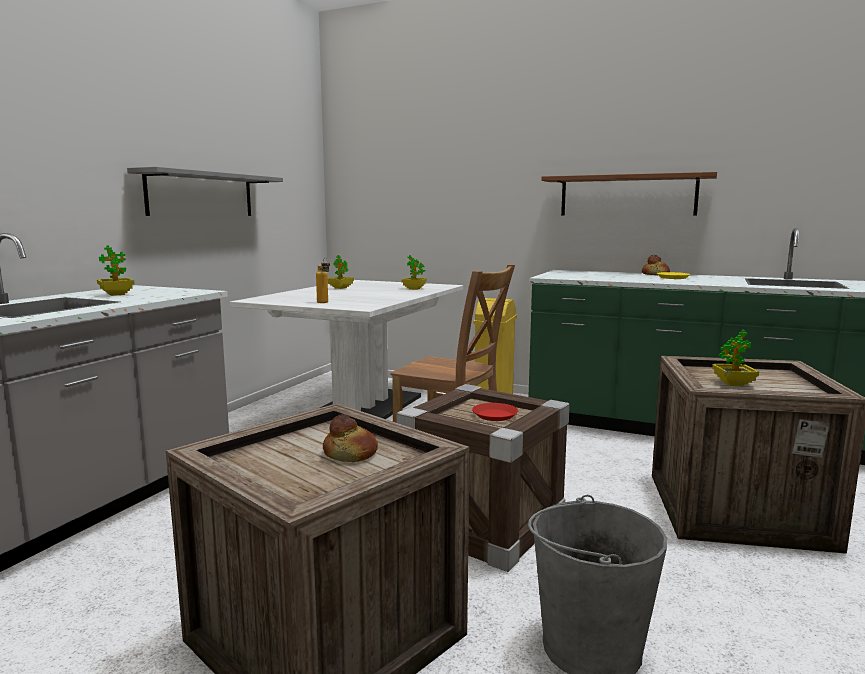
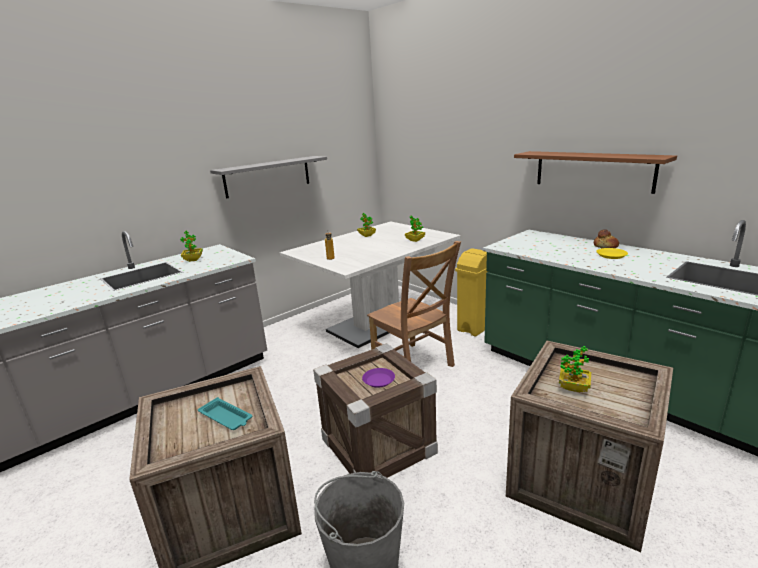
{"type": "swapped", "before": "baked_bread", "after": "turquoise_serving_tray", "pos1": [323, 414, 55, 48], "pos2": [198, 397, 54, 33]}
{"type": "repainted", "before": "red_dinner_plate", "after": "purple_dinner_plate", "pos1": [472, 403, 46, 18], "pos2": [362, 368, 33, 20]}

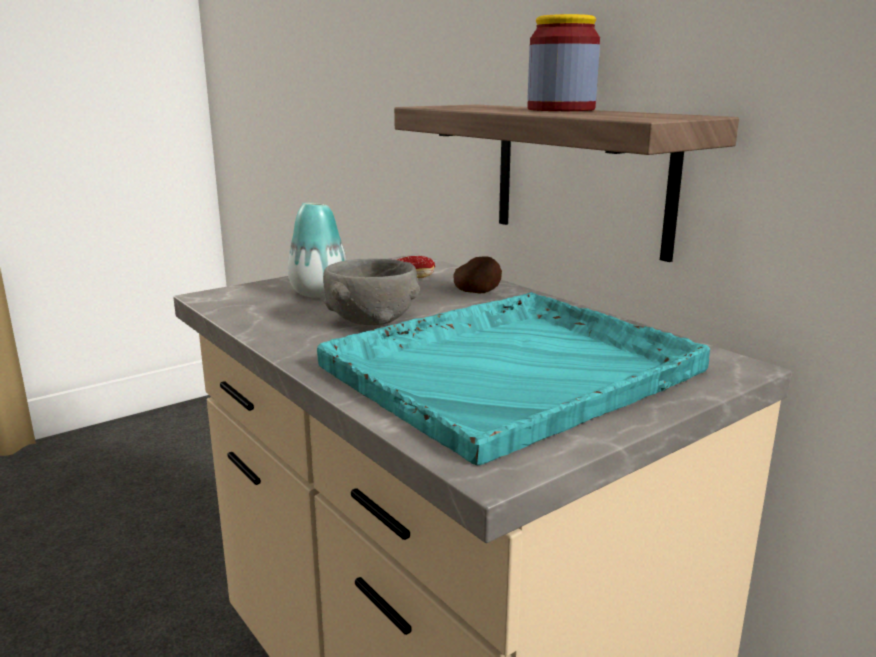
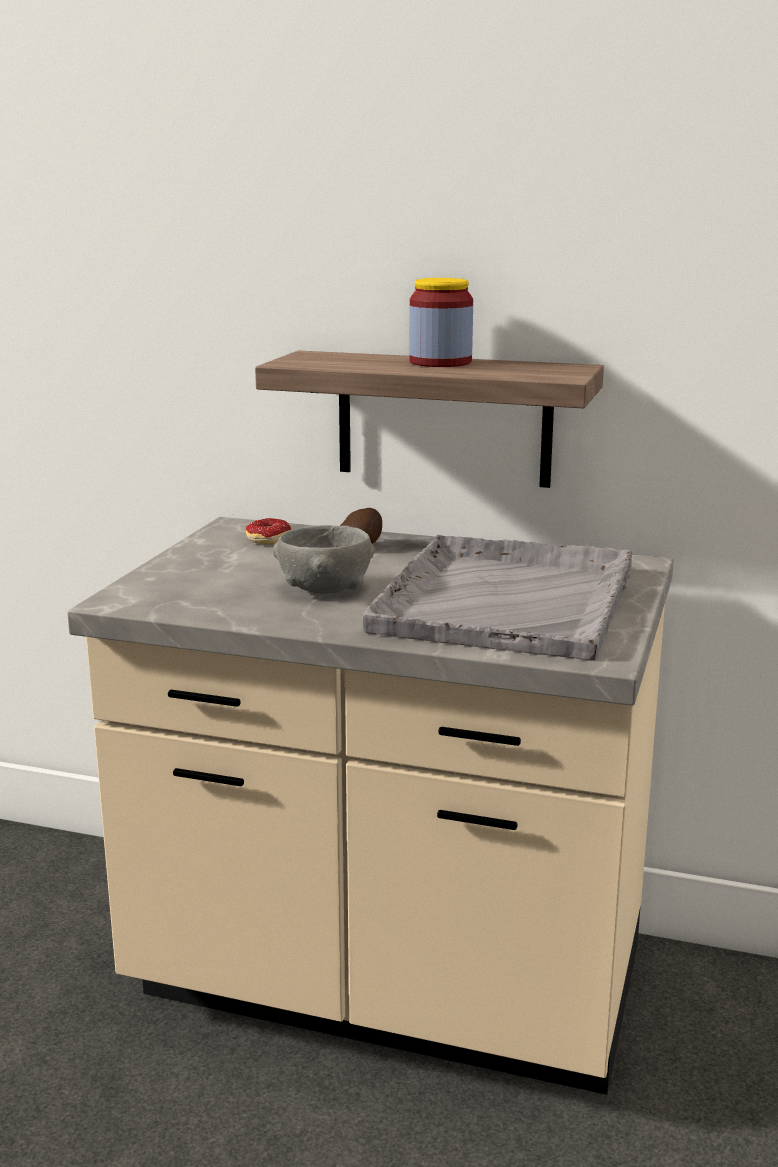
{"type": "gone", "before": "flower_vase", "pos1": [288, 203, 58, 95]}
{"type": "repainted", "before": "turquoise_serving_tray", "after": "gray_serving_tray", "pos1": [317, 292, 393, 173], "pos2": [363, 535, 269, 126]}

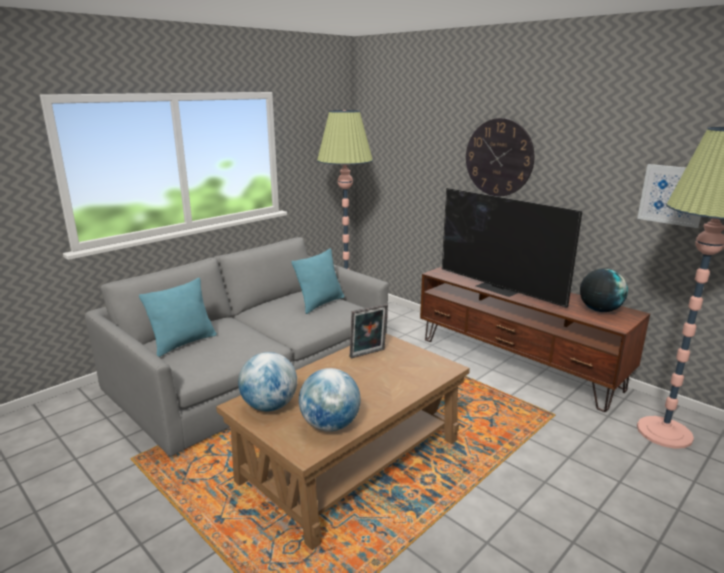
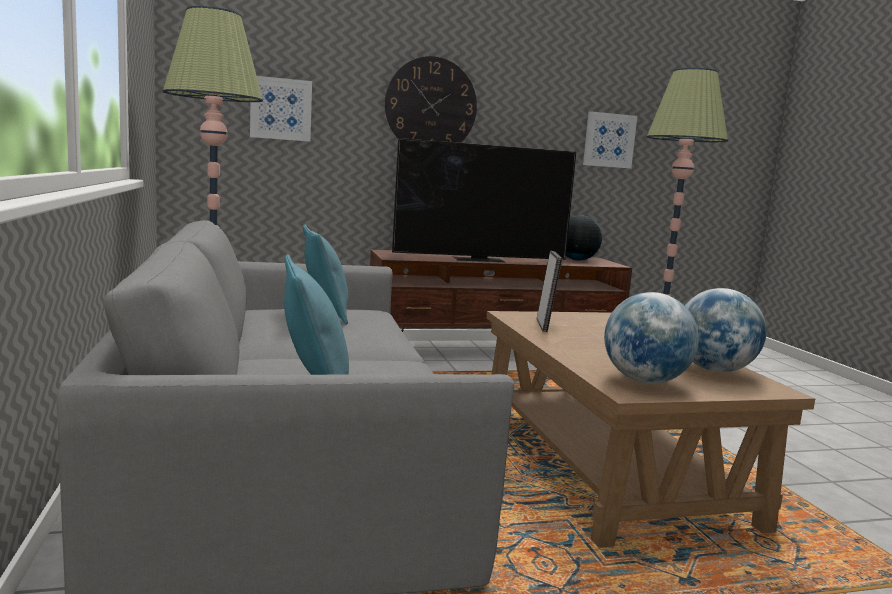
{"type": "new", "after": "picture", "pos2": [250, 76, 62, 66]}

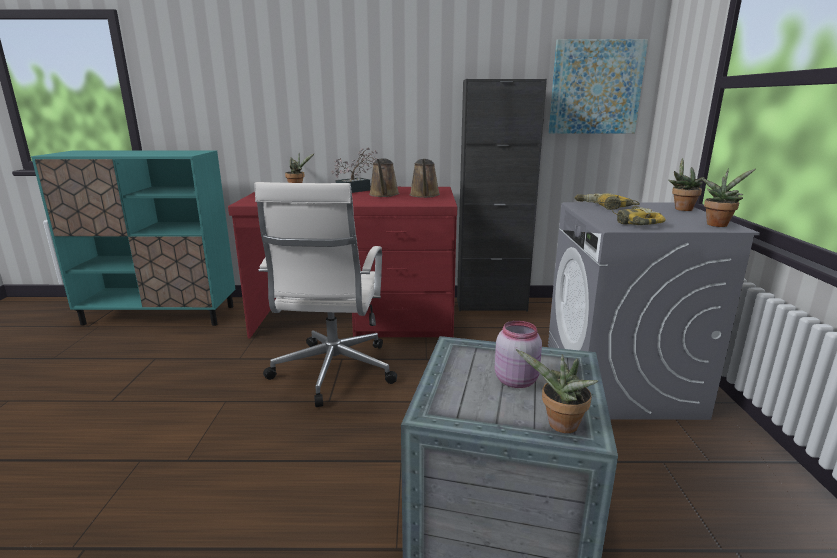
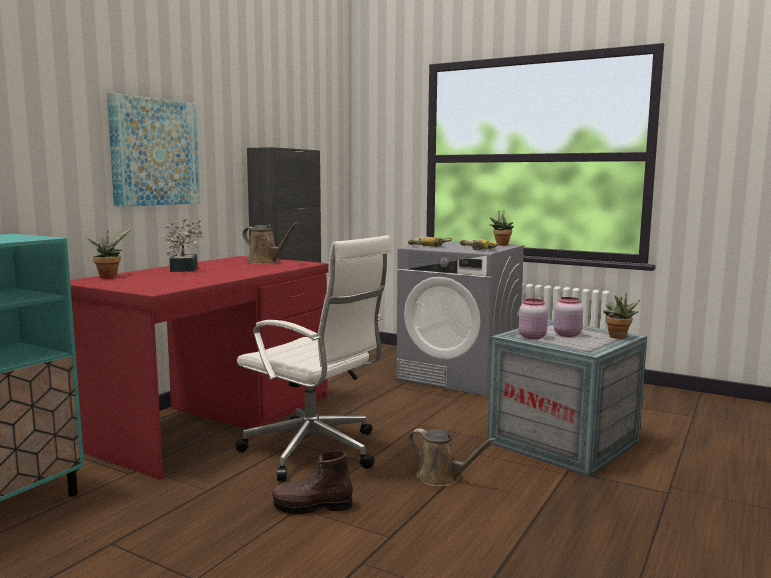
{"type": "shifted", "before": "brownish_watering_pot", "pos1": [369, 158, 31, 39], "pos2": [409, 429, 87, 58]}
{"type": "shifted", "before": "picture", "pos1": [549, 39, 99, 94], "pos2": [107, 93, 93, 114]}
{"type": "gone", "before": "houseplant", "pos1": [668, 158, 37, 53]}
{"type": "new", "after": "brownish_tall_boot", "pos2": [272, 451, 81, 63]}
{"type": "new", "after": "pink_preserve_jar", "pos2": [518, 299, 30, 40]}

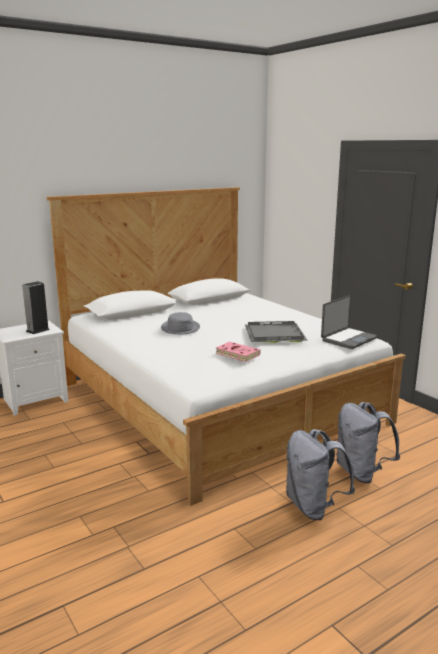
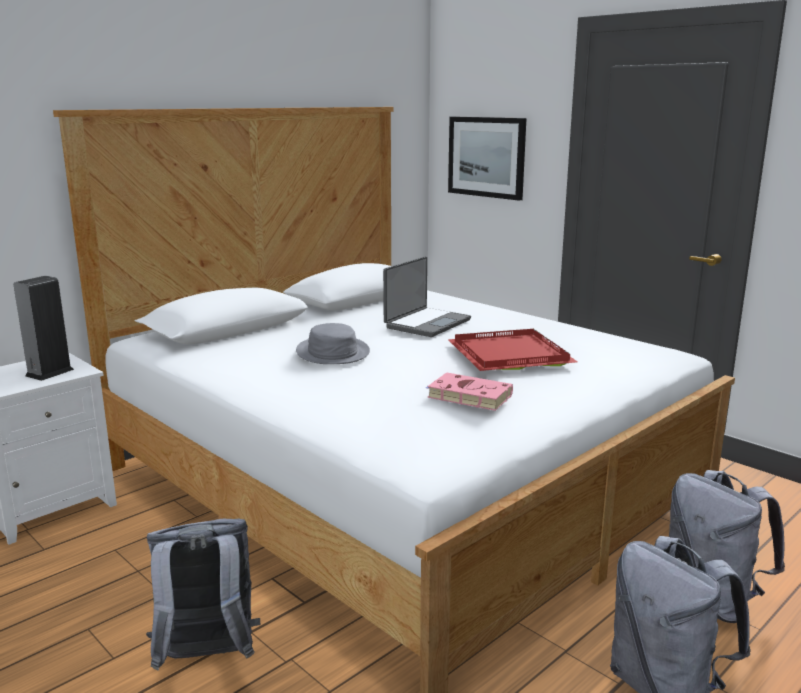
{"type": "repainted", "before": "gray_serving_tray", "after": "red_serving_tray", "pos1": [245, 321, 63, 22], "pos2": [448, 329, 129, 42]}
{"type": "shifted", "before": "laptop", "pos1": [321, 296, 57, 53], "pos2": [383, 257, 88, 80]}
{"type": "new", "after": "gray_backpack", "pos2": [146, 519, 114, 151]}
{"type": "new", "after": "picture", "pos2": [448, 117, 79, 84]}

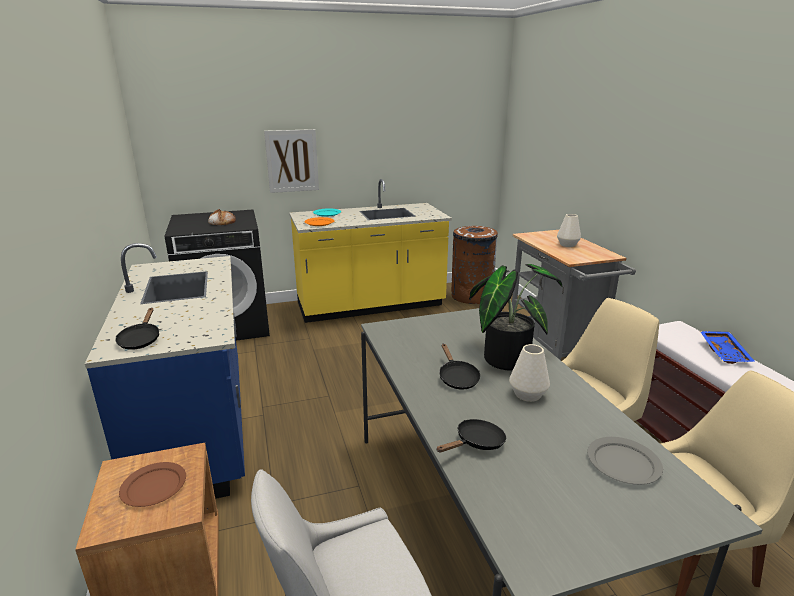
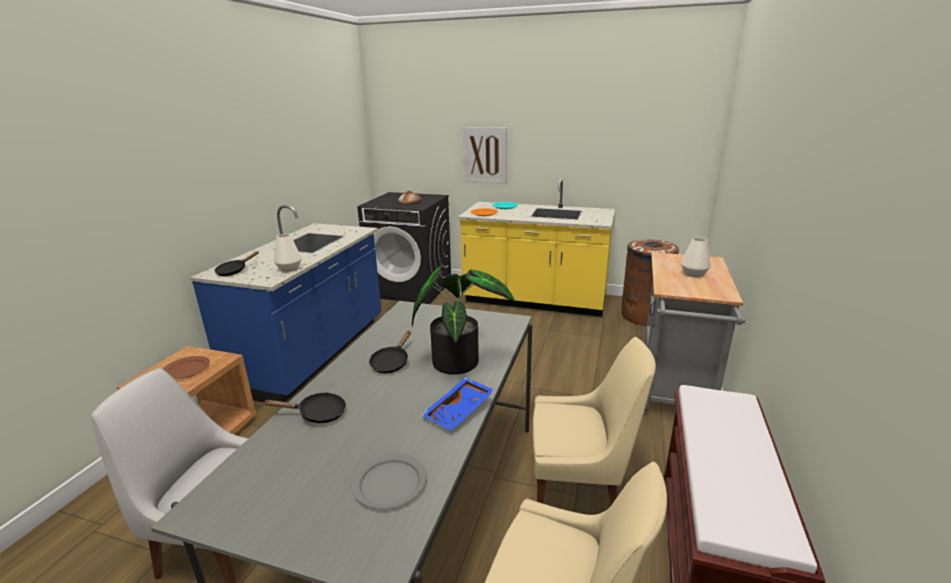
{"type": "shifted", "before": "white-coloured_flower_vase", "pos1": [509, 344, 41, 58], "pos2": [274, 234, 28, 38]}
{"type": "shifted", "before": "blue-coloured_serving_tray", "pos1": [700, 331, 55, 33], "pos2": [422, 377, 72, 53]}

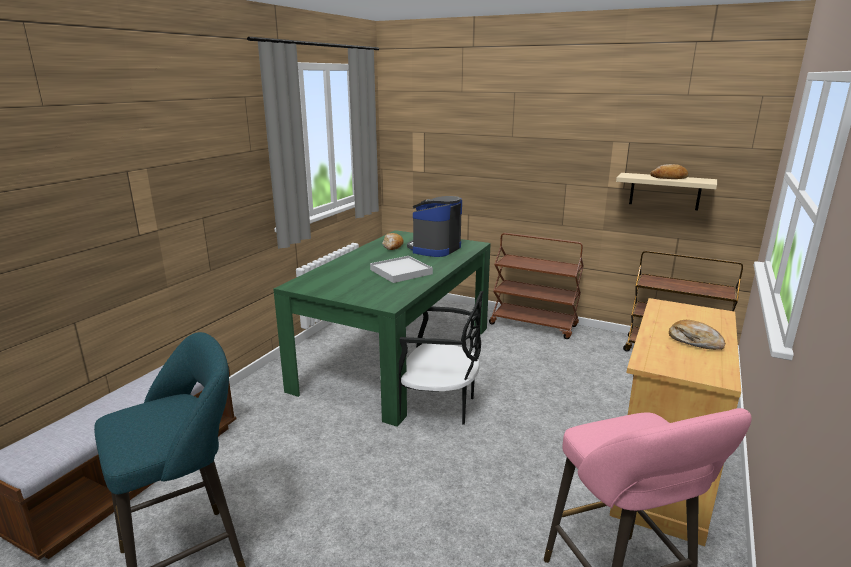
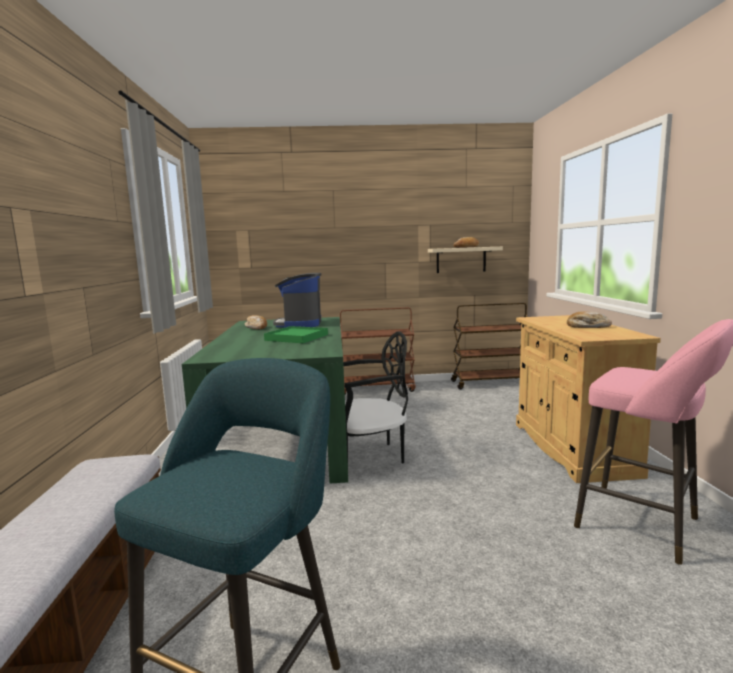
{"type": "repainted", "before": "white-coloured_serving_tray", "after": "green-coloured_serving_tray", "pos1": [370, 256, 63, 27], "pos2": [264, 326, 64, 17]}

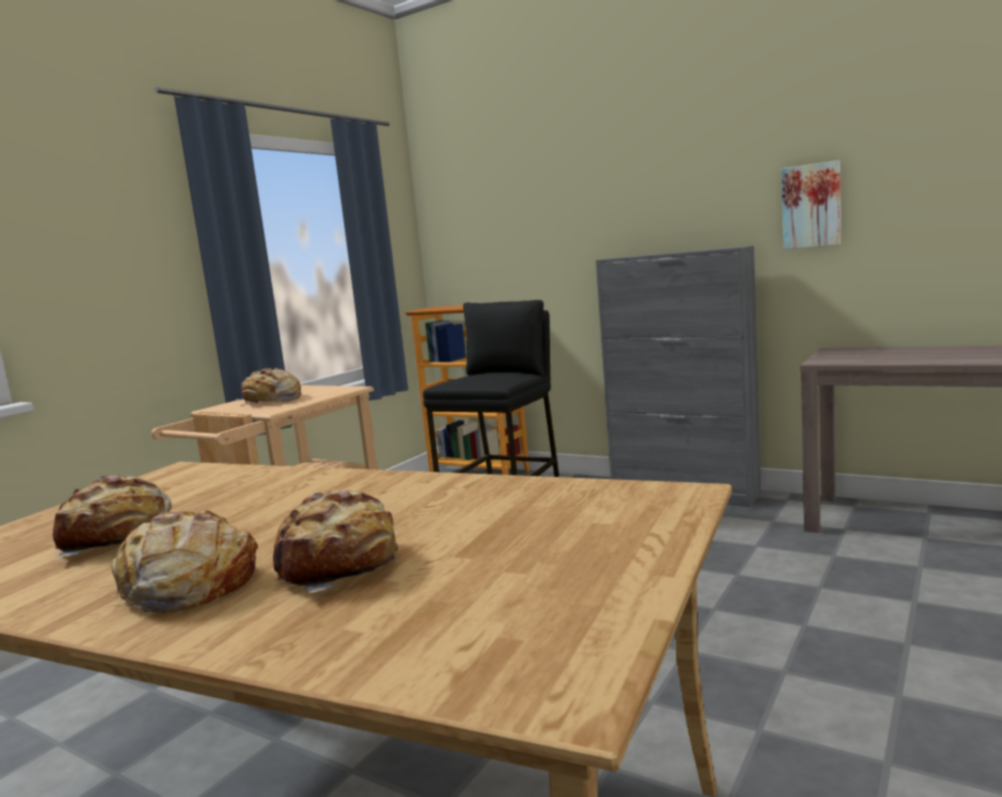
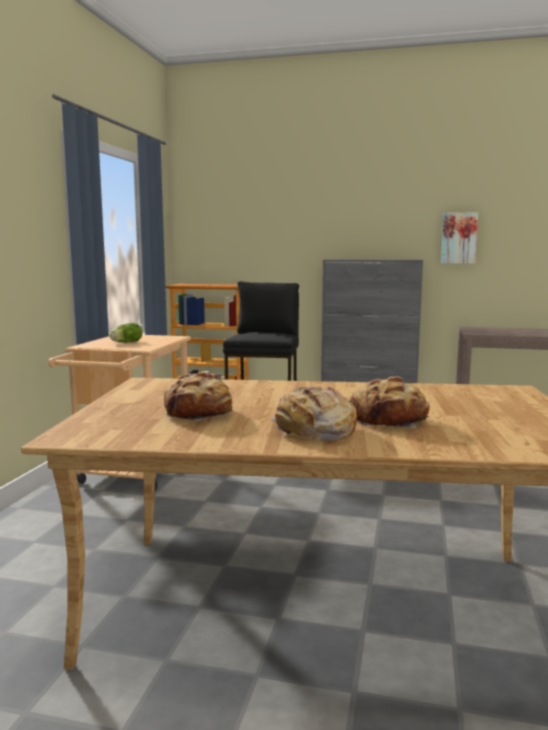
{"type": "swapped", "before": "baked_bread", "after": "lettuce", "pos1": [235, 368, 66, 36], "pos2": [109, 323, 33, 20]}

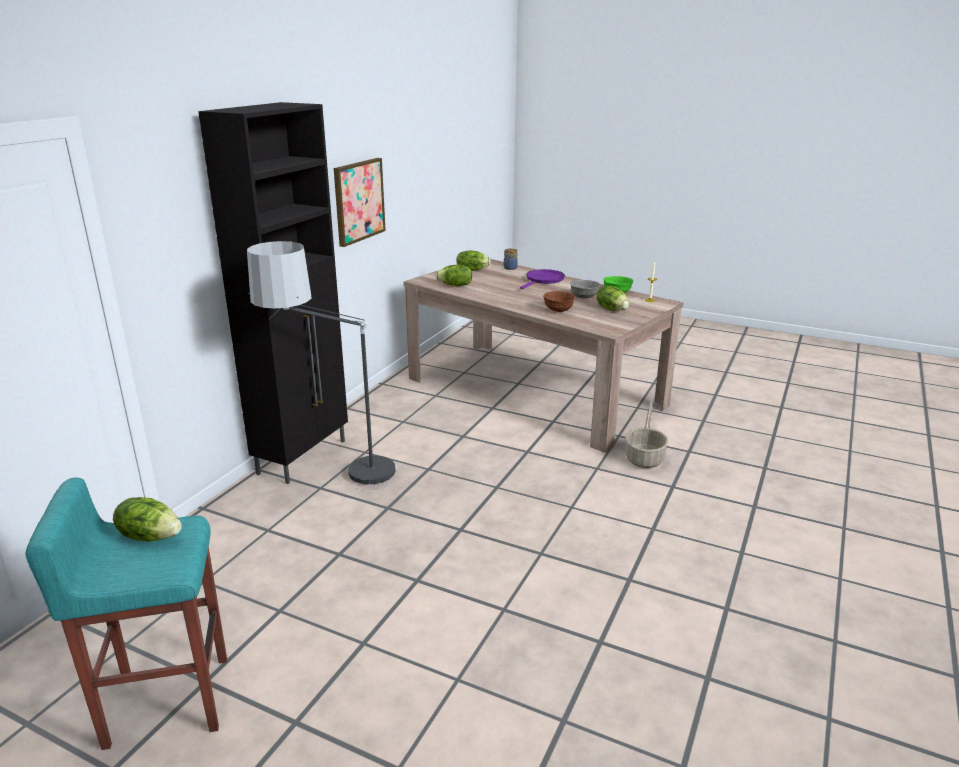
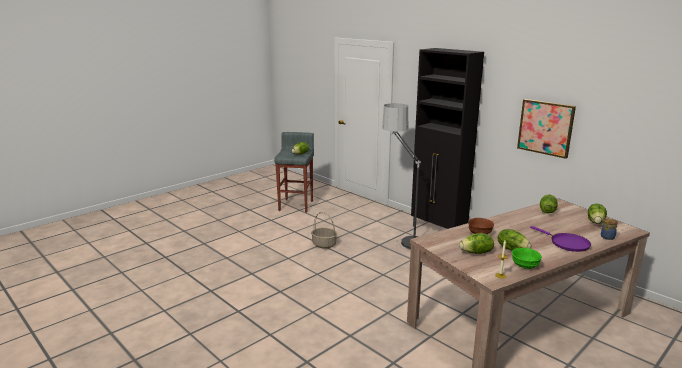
{"type": "repainted", "before": "turquoise_stool_seat", "after": "gray_stool_seat", "pos1": [26, 478, 201, 272], "pos2": [275, 132, 39, 81]}
{"type": "swapped", "before": "gray_serving_bowl", "after": "lettuce", "pos1": [570, 280, 31, 19], "pos2": [498, 229, 34, 21]}
{"type": "shifted", "before": "storage_basket", "pos1": [625, 402, 43, 66], "pos2": [311, 212, 26, 37]}

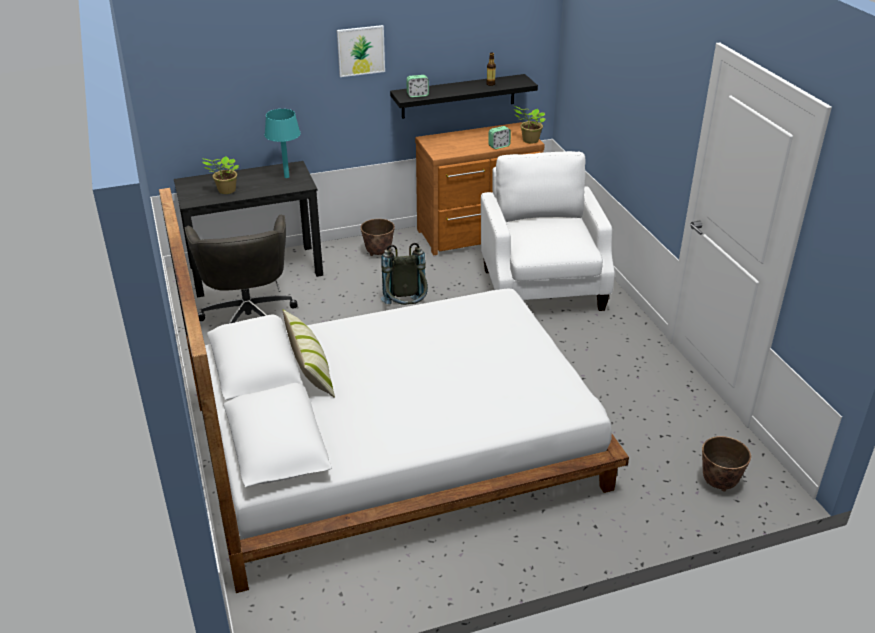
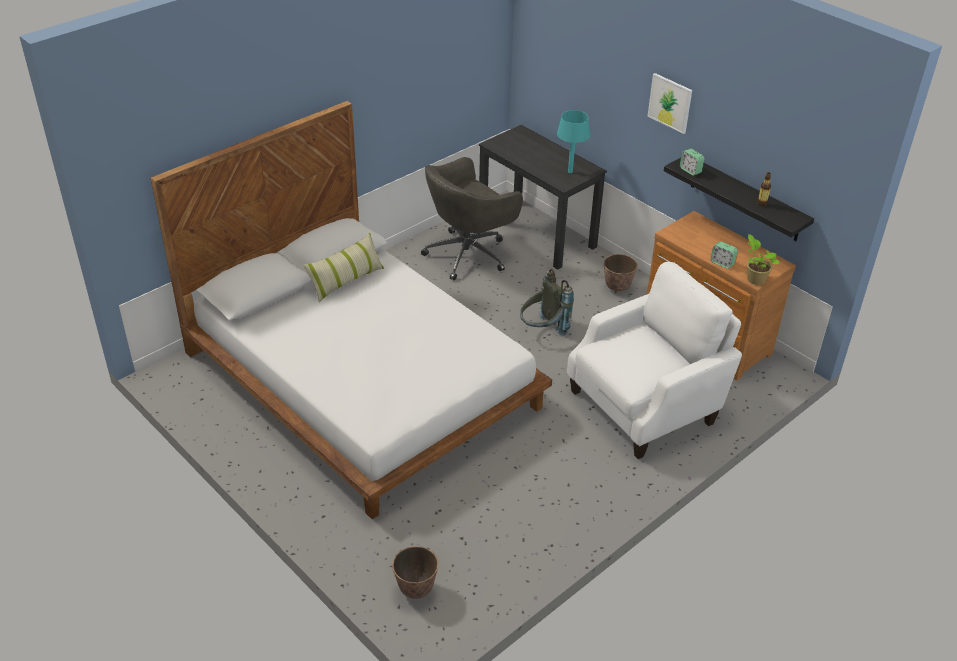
{"type": "gone", "before": "houseplant", "pos1": [202, 156, 37, 38]}

